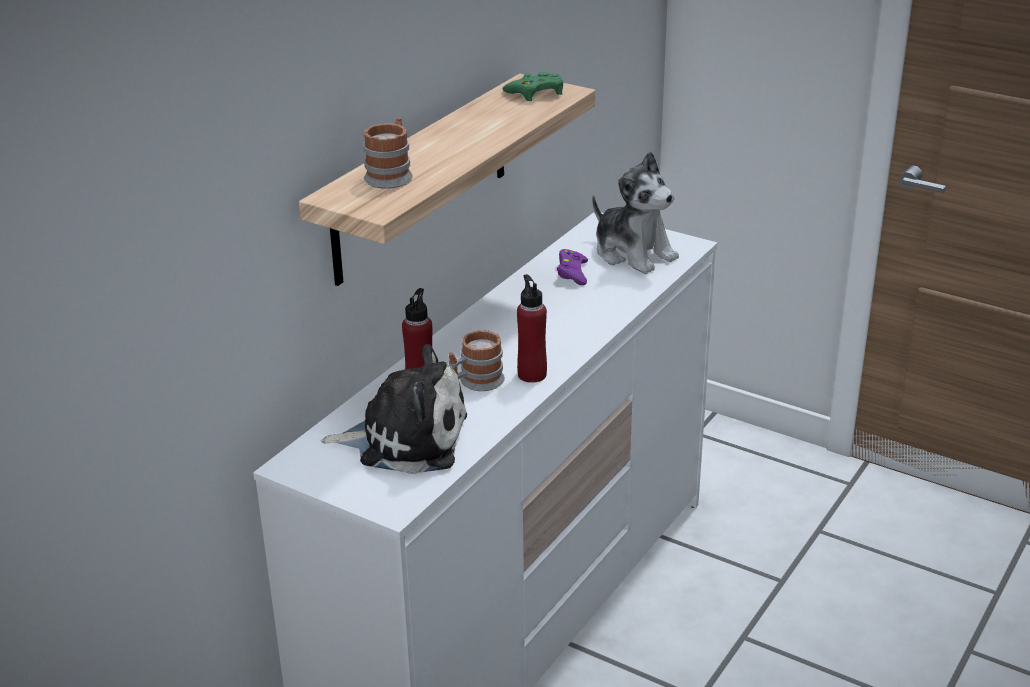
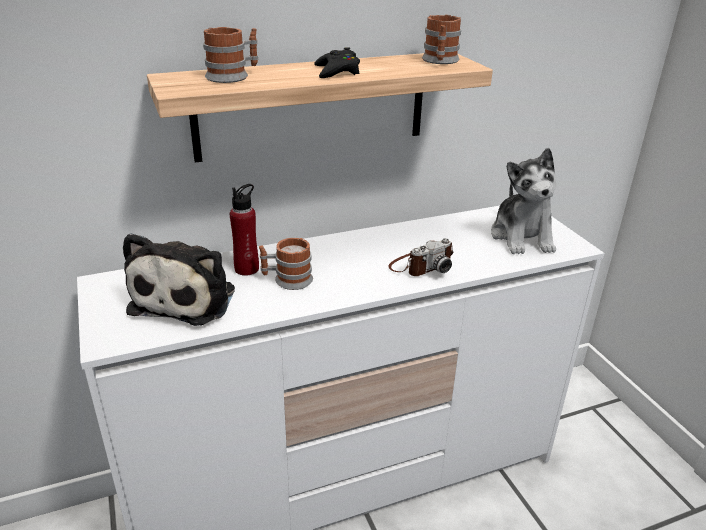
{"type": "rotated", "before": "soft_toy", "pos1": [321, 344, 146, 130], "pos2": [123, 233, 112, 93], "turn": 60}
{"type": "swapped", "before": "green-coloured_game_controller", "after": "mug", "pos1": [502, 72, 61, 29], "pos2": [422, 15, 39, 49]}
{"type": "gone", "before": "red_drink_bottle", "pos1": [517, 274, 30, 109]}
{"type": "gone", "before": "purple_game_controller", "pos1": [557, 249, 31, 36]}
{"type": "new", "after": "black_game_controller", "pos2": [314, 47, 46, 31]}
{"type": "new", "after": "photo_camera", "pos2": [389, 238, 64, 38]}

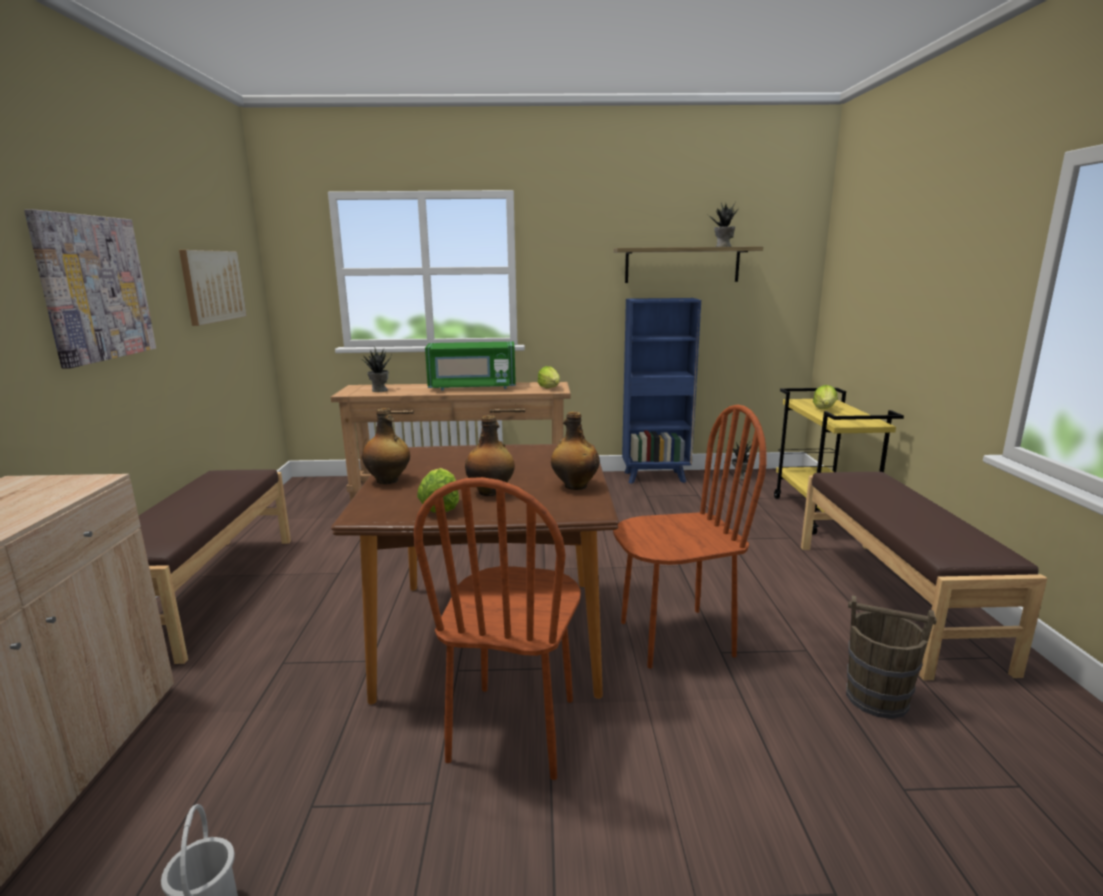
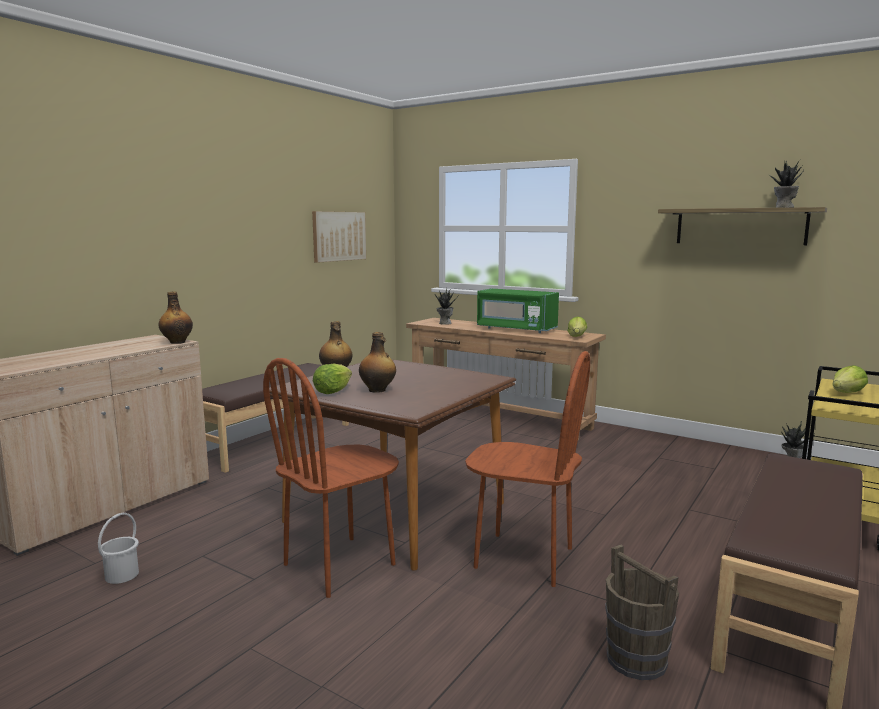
{"type": "gone", "before": "picture", "pos1": [24, 209, 132, 160]}
{"type": "shifted", "before": "drink_bottle", "pos1": [551, 411, 49, 79], "pos2": [159, 292, 34, 52]}
{"type": "gone", "before": "blue-coloured_shelving_unit", "pos1": [622, 298, 79, 186]}

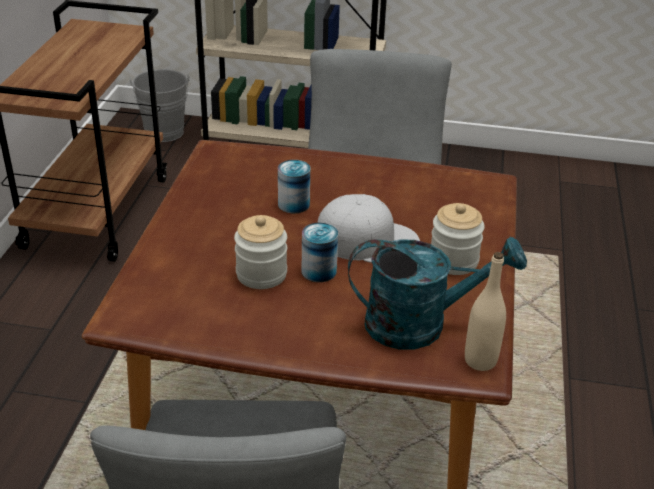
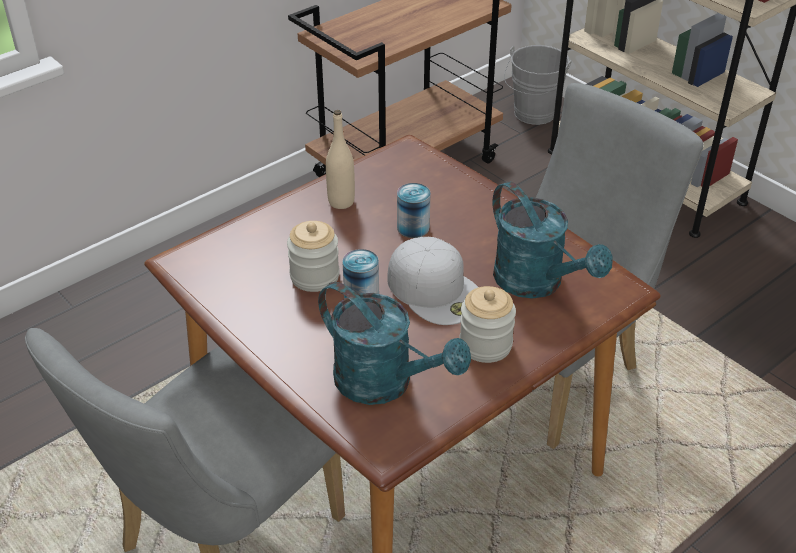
{"type": "shifted", "before": "sand-coloured_drink_bottle", "pos1": [465, 252, 41, 119], "pos2": [326, 110, 29, 99]}
{"type": "new", "after": "turquoise_watering_pot", "pos2": [492, 181, 120, 118]}

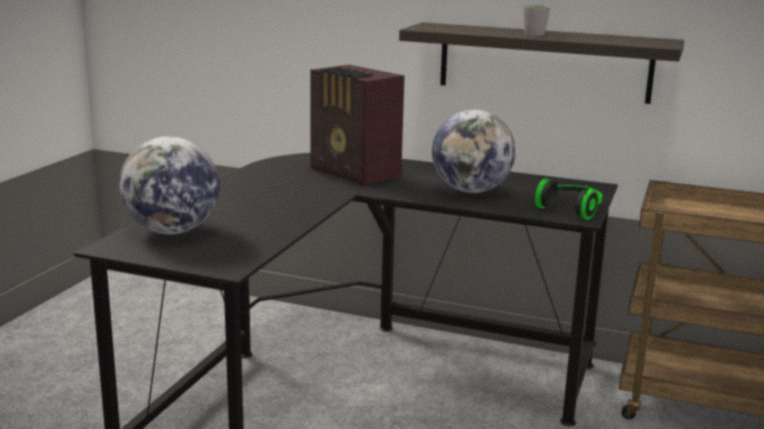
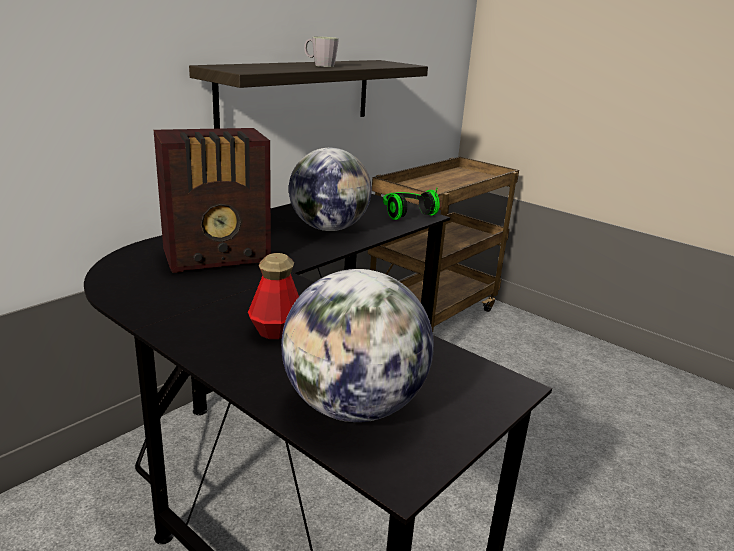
{"type": "new", "after": "drink_bottle", "pos2": [248, 253, 51, 86]}

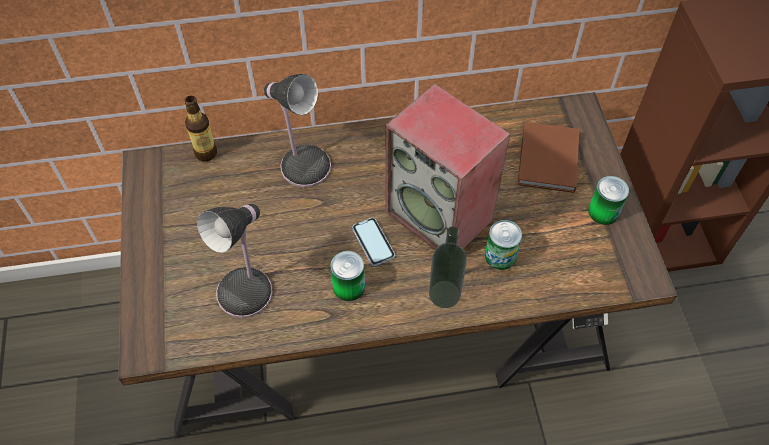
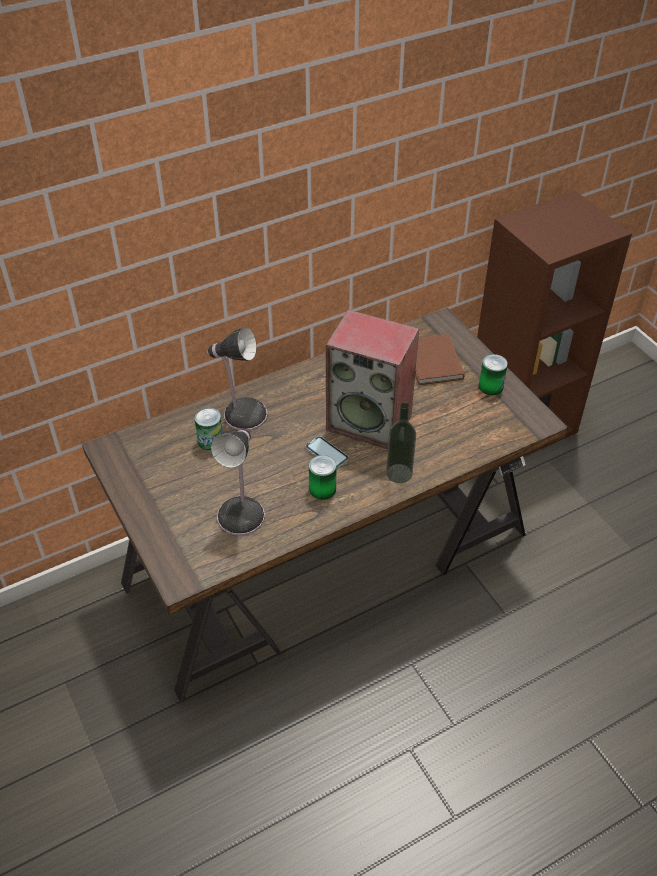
{"type": "gone", "before": "drink_bottle", "pos1": [184, 96, 33, 65]}
{"type": "shifted", "before": "can", "pos1": [485, 220, 37, 50], "pos2": [194, 408, 29, 43]}

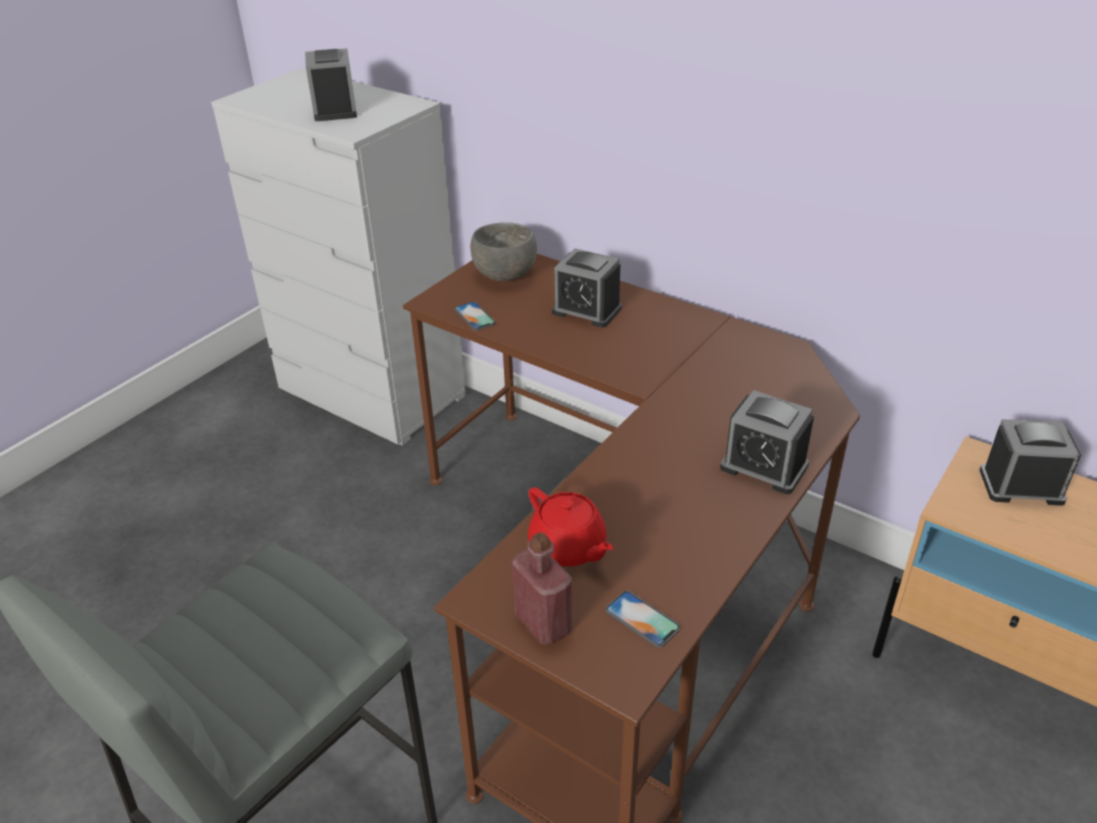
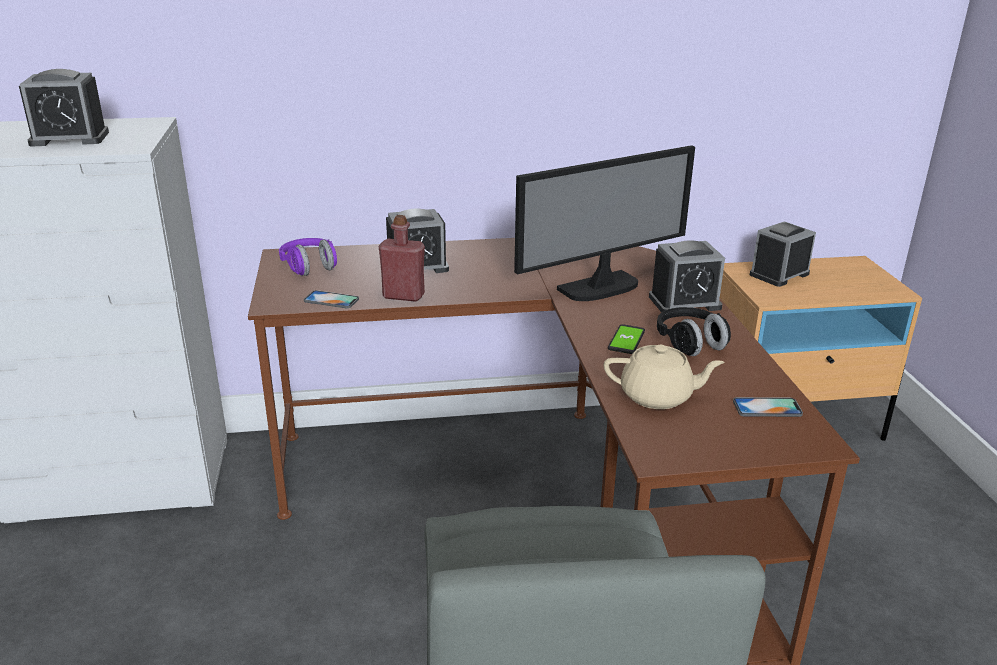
{"type": "rotated", "before": "bedside_clock", "pos1": [305, 48, 52, 73], "pos2": [19, 69, 90, 77], "turn": 135}
{"type": "swapped", "before": "gray_serving_bowl", "after": "purple_pair_of_headphones", "pos1": [470, 222, 67, 59], "pos2": [279, 238, 58, 38]}
{"type": "shifted", "before": "red_drink_bottle", "pos1": [512, 532, 60, 112], "pos2": [378, 215, 47, 87]}
{"type": "repainted", "before": "red_teapot", "after": "sand-coloured_teapot", "pos1": [528, 487, 86, 80], "pos2": [604, 345, 120, 64]}
{"type": "new", "after": "monitor", "pos2": [514, 145, 181, 156]}
{"type": "new", "after": "telephone", "pos2": [608, 324, 37, 30]}
{"type": "new", "after": "black_pair_of_headphones", "pos2": [657, 307, 74, 49]}

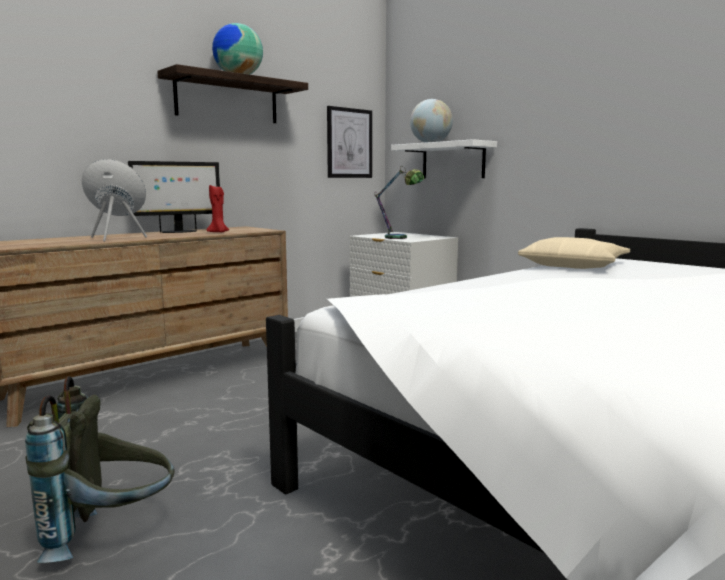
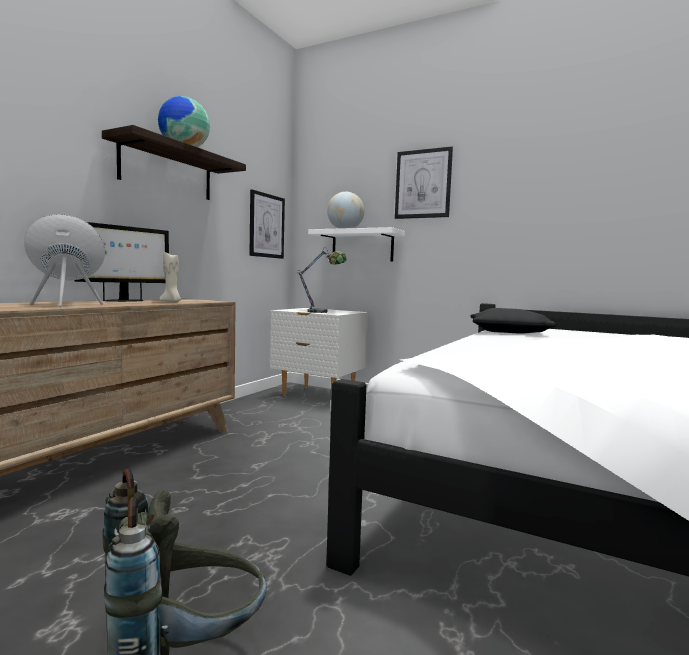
{"type": "repainted", "before": "red_wax_candle", "after": "sand-coloured_wax_candle", "pos1": [207, 185, 22, 47], "pos2": [159, 252, 23, 50]}
{"type": "repainted", "before": "sand-coloured_pillow", "after": "black_pillow", "pos1": [518, 237, 112, 32], "pos2": [471, 308, 86, 26]}
{"type": "new", "after": "picture", "pos2": [395, 146, 58, 73]}

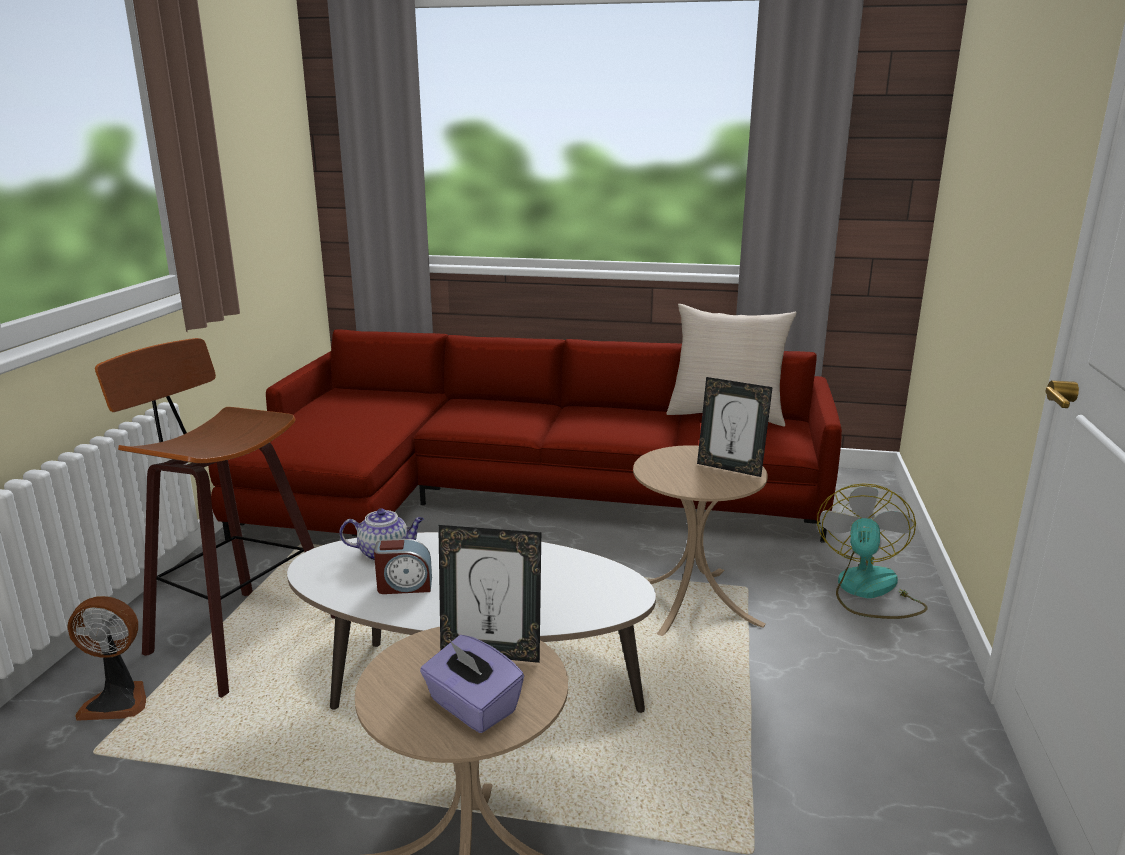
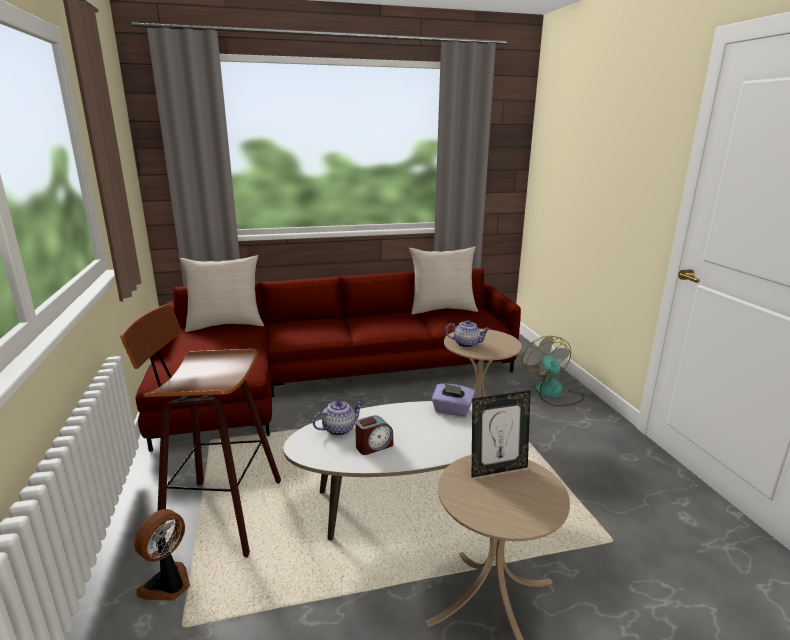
{"type": "rotated", "before": "cooling_fan", "pos1": [67, 596, 79, 125], "pos2": [134, 509, 56, 92], "turn": 150}
{"type": "shifted", "before": "purple_tissue_box", "pos1": [420, 635, 104, 98], "pos2": [432, 383, 43, 34]}
{"type": "gone", "before": "picture_frame", "pos1": [697, 377, 76, 100]}
{"type": "new", "after": "sand-coloured_pillow", "pos2": [180, 255, 84, 77]}
{"type": "new", "after": "teapot", "pos2": [445, 320, 45, 28]}

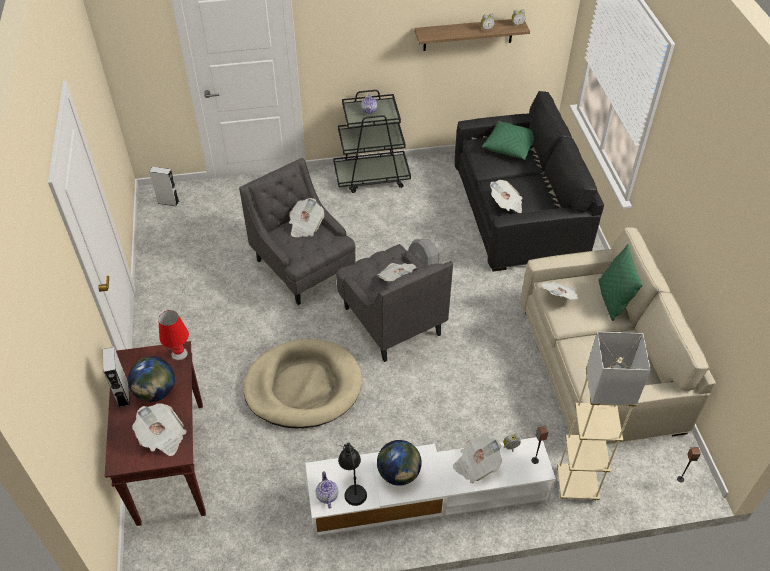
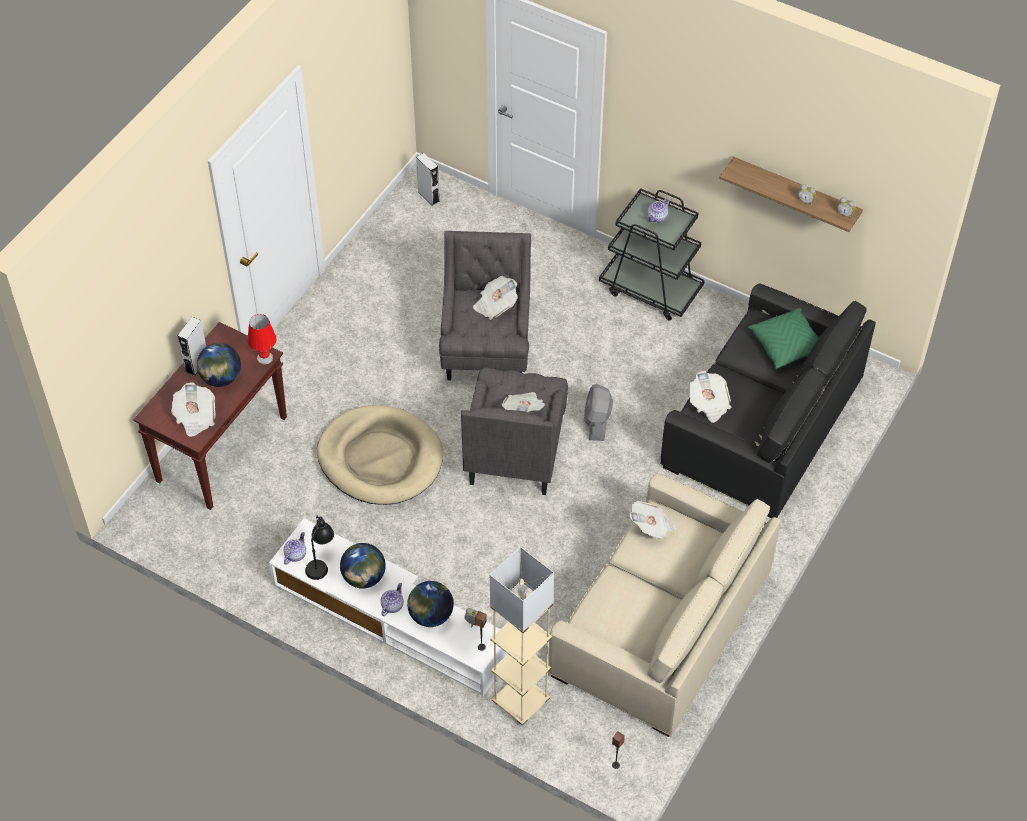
{"type": "swapped", "before": "daily_paper", "after": "desk_globe", "pos1": [453, 435, 49, 49], "pos2": [407, 581, 47, 46]}
{"type": "gone", "before": "green-coloured_pillow", "pos1": [599, 244, 44, 77]}
{"type": "new", "after": "teapot", "pos2": [381, 583, 23, 33]}

